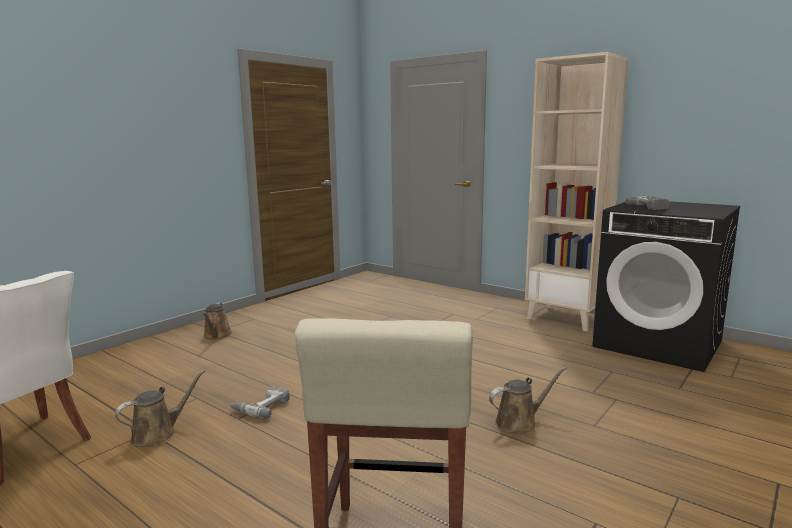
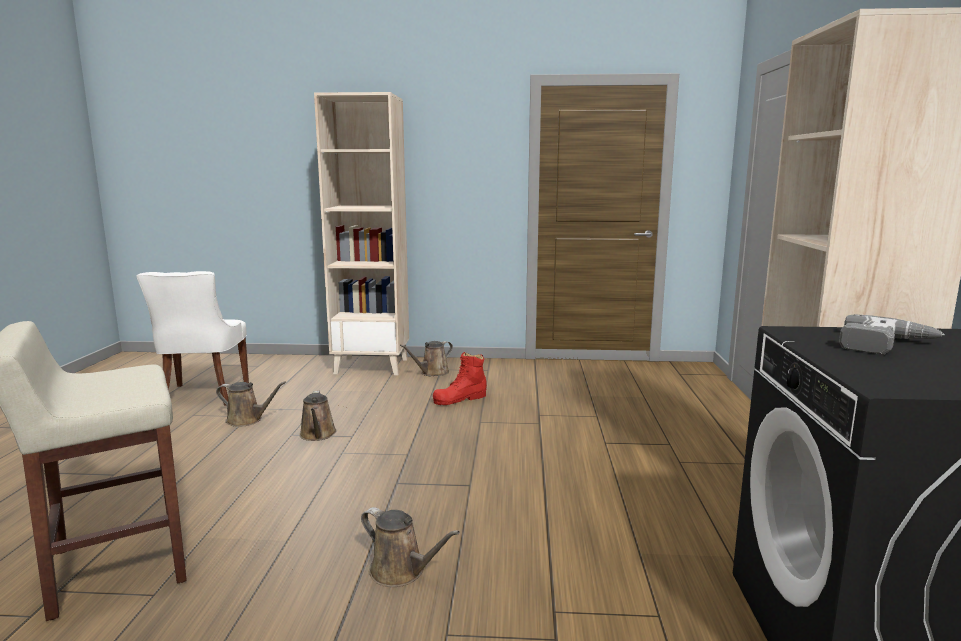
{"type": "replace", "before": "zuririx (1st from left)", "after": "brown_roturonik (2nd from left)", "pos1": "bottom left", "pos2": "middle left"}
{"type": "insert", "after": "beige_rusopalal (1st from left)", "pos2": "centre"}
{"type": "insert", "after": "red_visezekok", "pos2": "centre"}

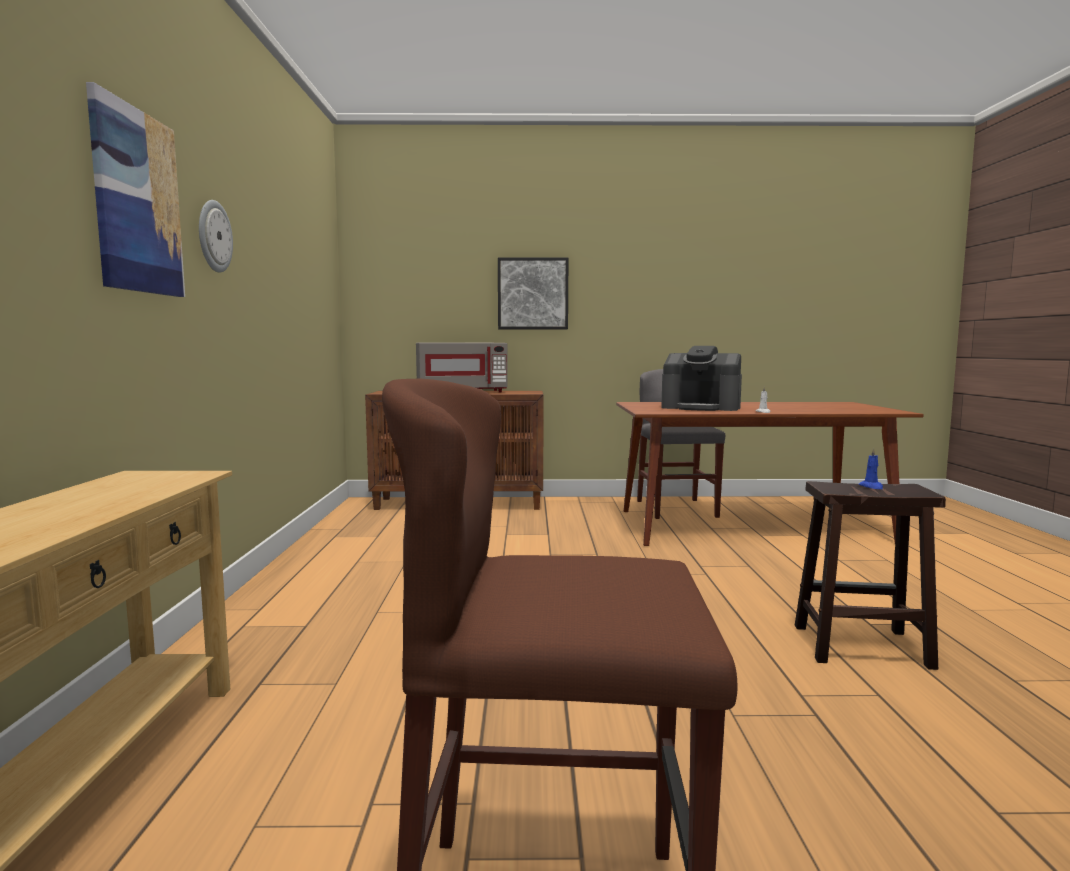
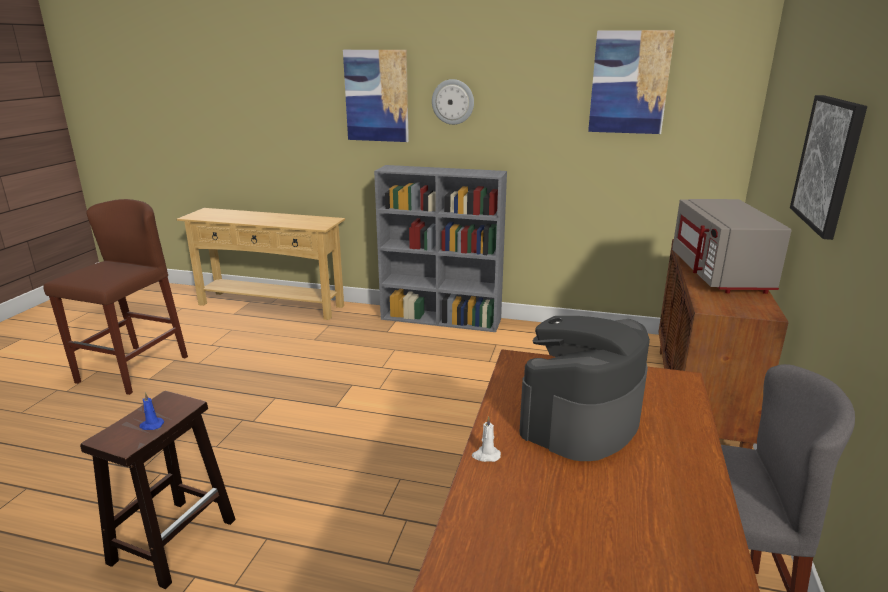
{"type": "insert", "after": "grey_rusopalal", "pos2": "centre"}
{"type": "insert", "after": "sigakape (2nd from left)", "pos2": "top right"}

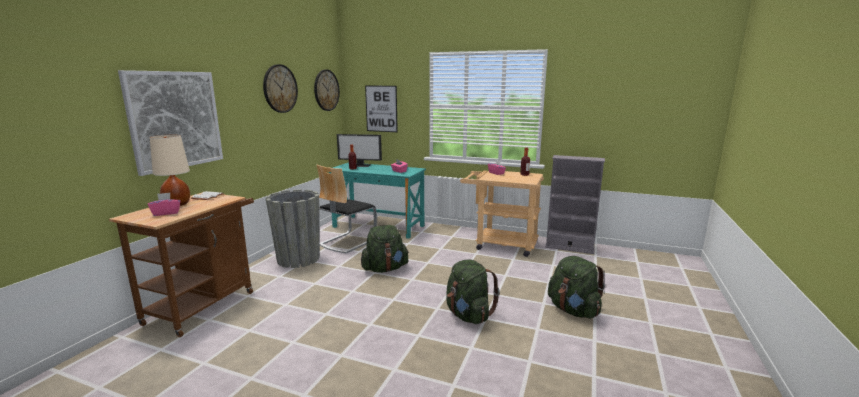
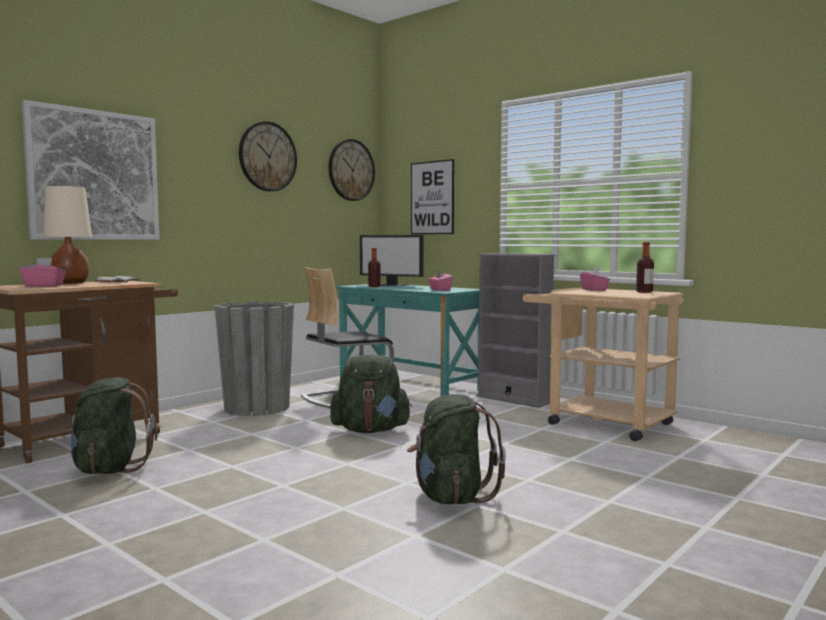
{"type": "move", "before": "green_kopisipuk (3rd from left in the first image)", "after": "green_kopisipuk (1st from left)", "pos1": "bottom right", "pos2": "bottom left"}
{"type": "move", "before": "grey_rusopalal", "pos1": "middle right", "pos2": "centre"}

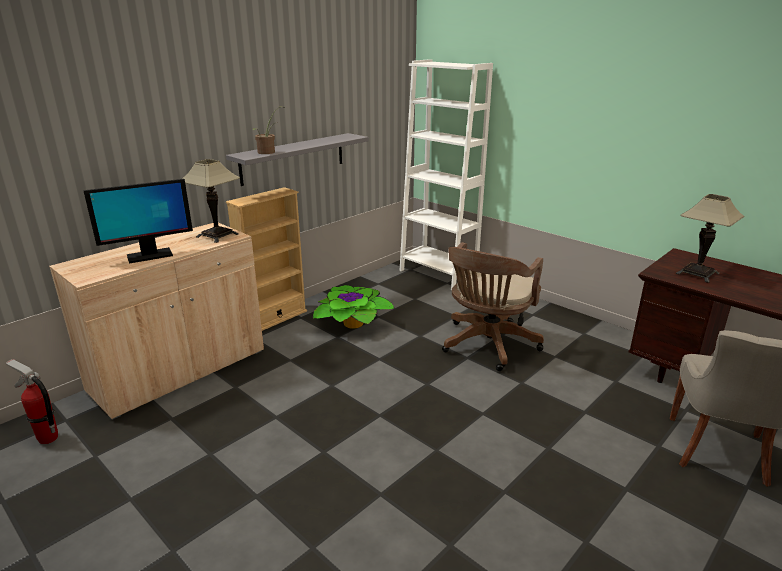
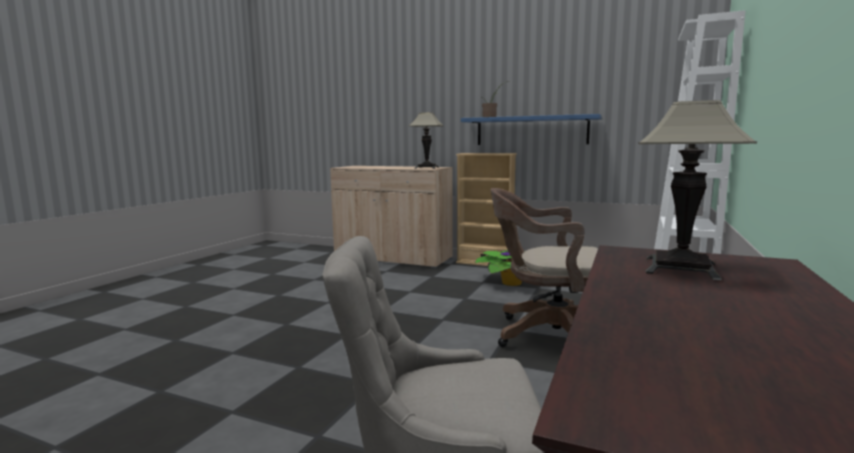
{"type": "recolor", "before": "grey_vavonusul", "after": "blue_vavonusul", "pos1": "top centre", "pos2": "top centre"}
{"type": "delete", "before": "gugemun", "pos1": "bottom left"}
{"type": "delete", "before": "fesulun", "pos1": "middle left"}

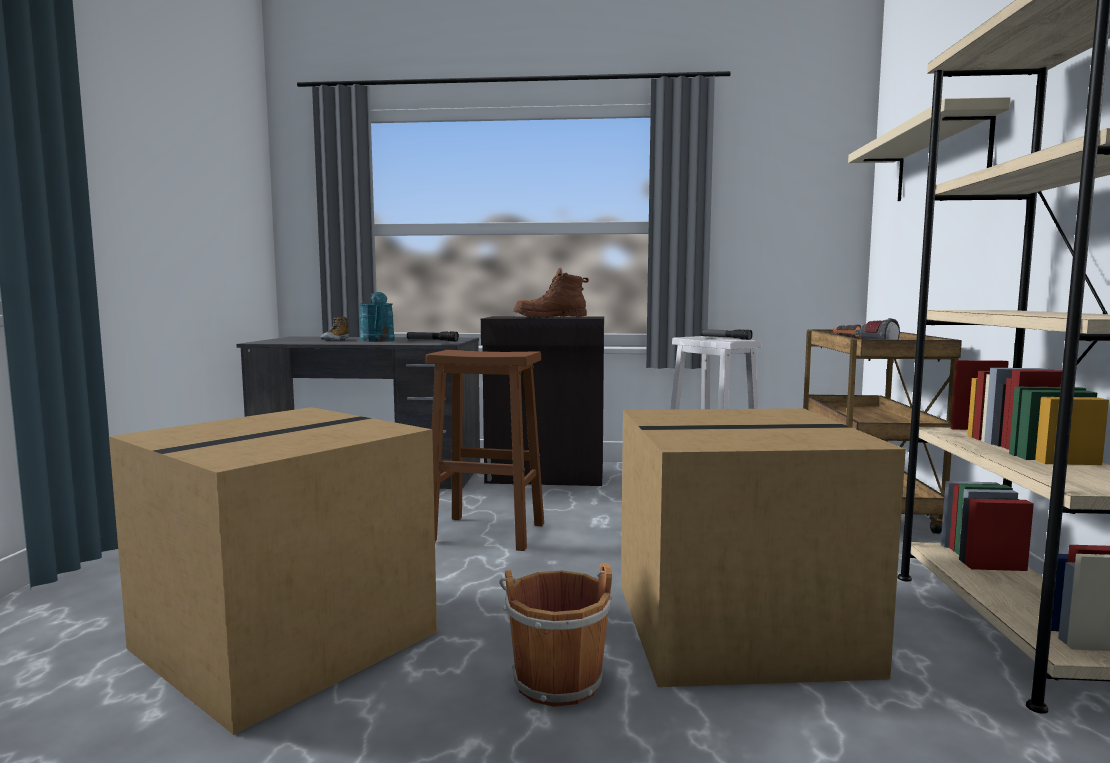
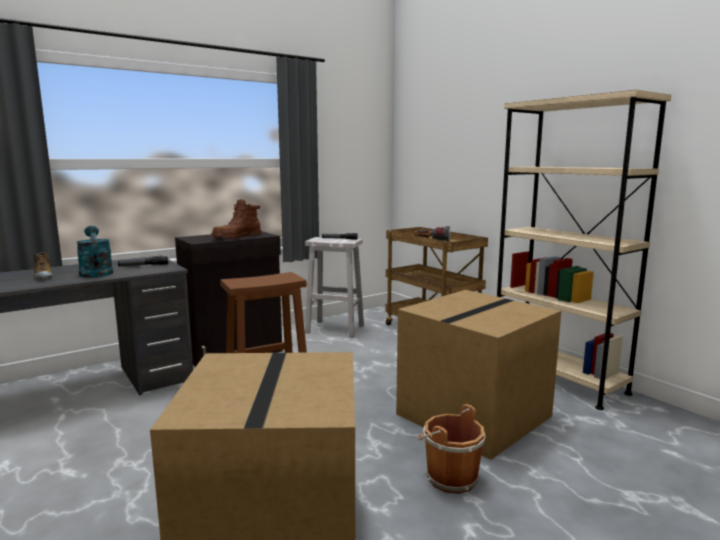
{"type": "rotate", "before": "turquoise_roturonik", "pos1": "centre", "pos2": "middle left", "turn": -150}
{"type": "delete", "before": "beige_vavonusul", "pos1": "top right"}

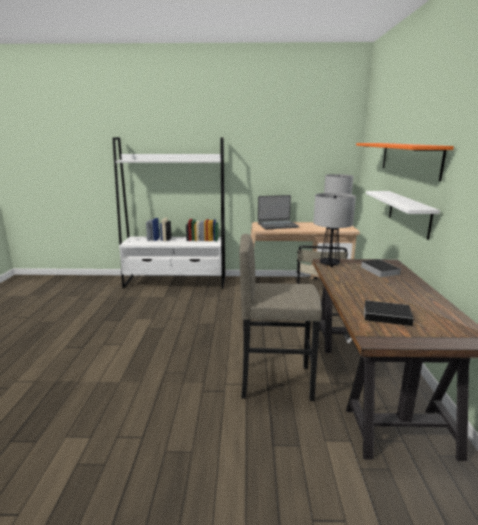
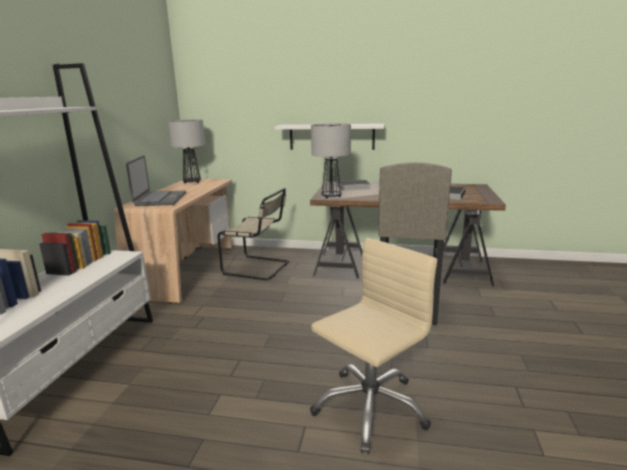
{"type": "insert", "after": "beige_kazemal", "pos2": "bottom centre"}
{"type": "delete", "before": "orange_vavonusul", "pos1": "top right"}

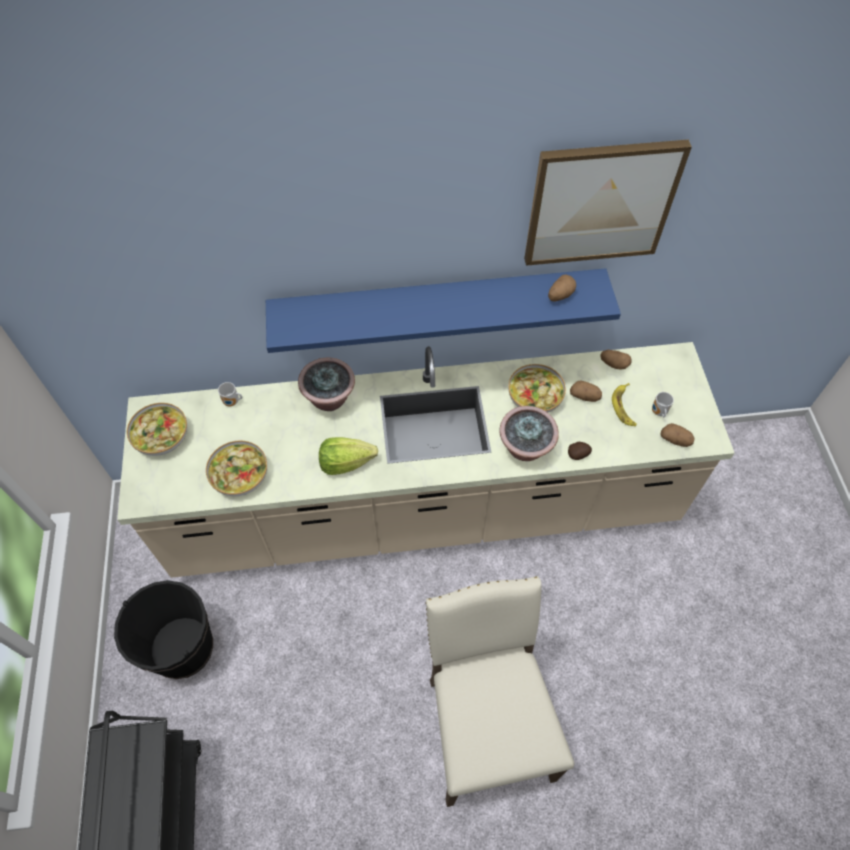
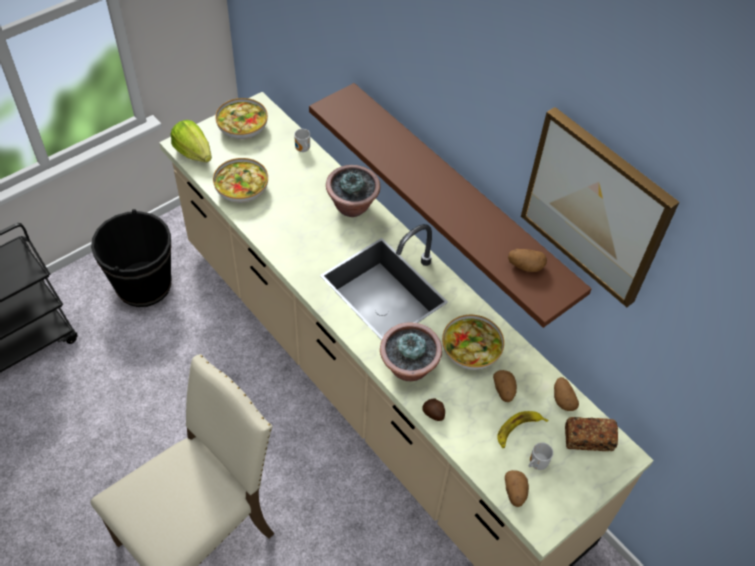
{"type": "move", "before": "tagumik", "pos1": "centre", "pos2": "top left"}
{"type": "recolor", "before": "blue_vavonusul", "after": "brown_vavonusul", "pos1": "centre", "pos2": "centre"}
{"type": "insert", "after": "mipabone", "pos2": "bottom right"}

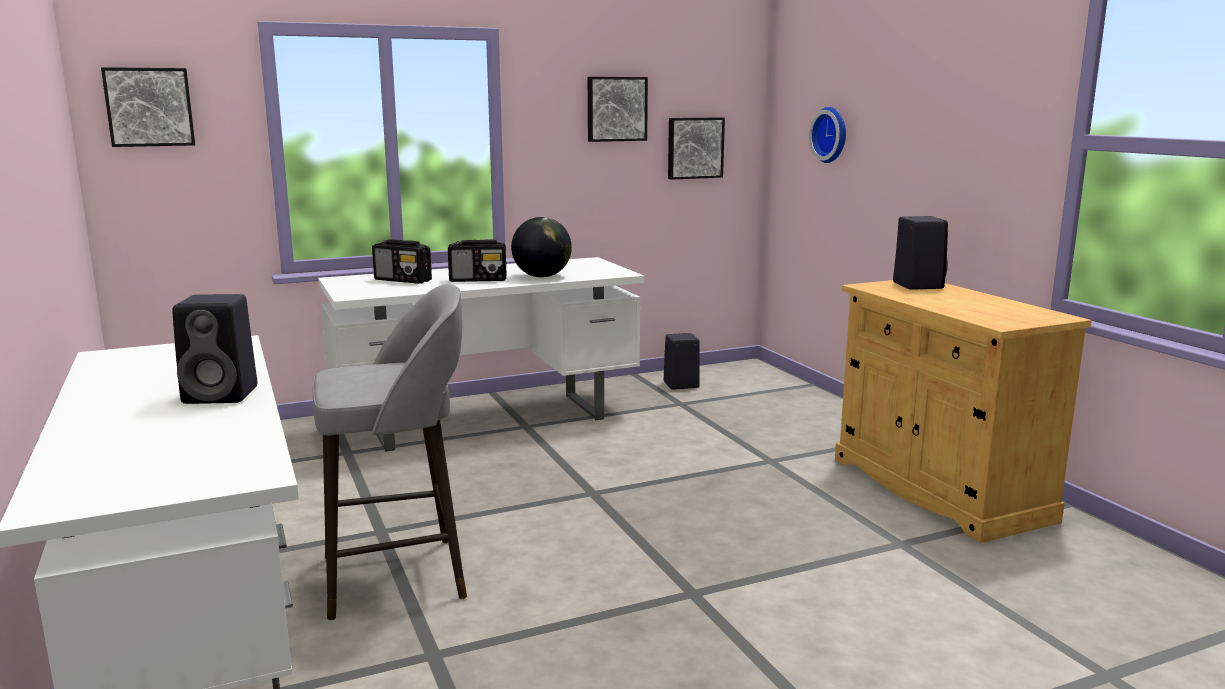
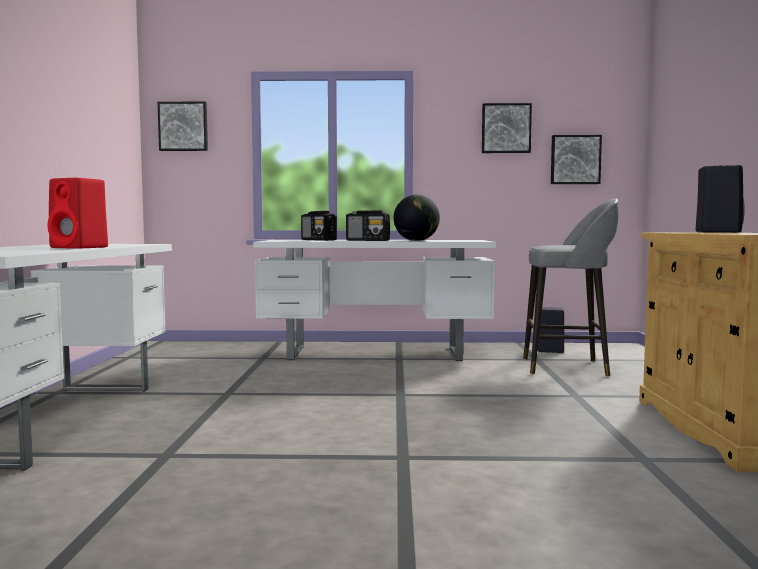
{"type": "recolor", "before": "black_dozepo (1st from left)", "after": "red_dozepo", "pos1": "middle left", "pos2": "middle left"}
{"type": "move", "before": "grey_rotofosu", "pos1": "middle left", "pos2": "middle right"}
{"type": "delete", "before": "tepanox", "pos1": "top right"}

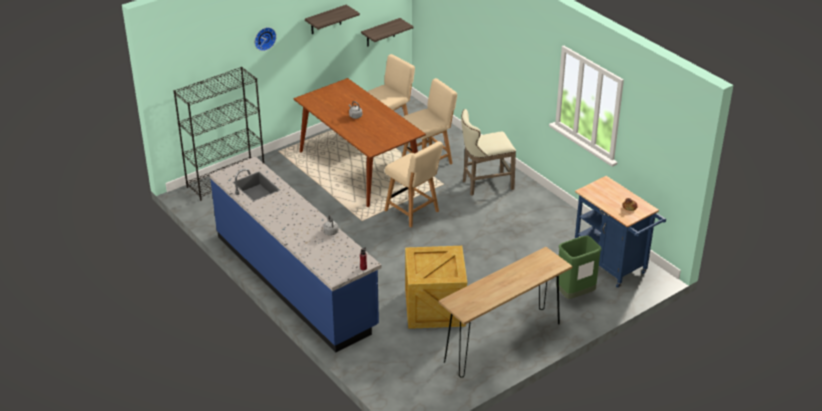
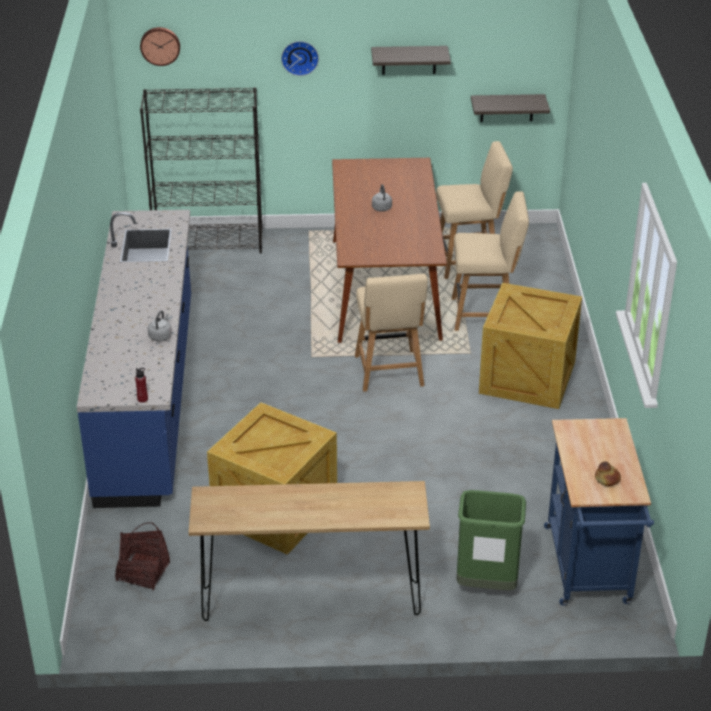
{"type": "insert", "after": "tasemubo", "pos2": "bottom left"}
{"type": "insert", "after": "tepanox (1st from left)", "pos2": "top left"}
{"type": "replace", "before": "beige_rotofosu", "after": "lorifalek (2nd from left)", "pos1": "centre", "pos2": "middle right"}

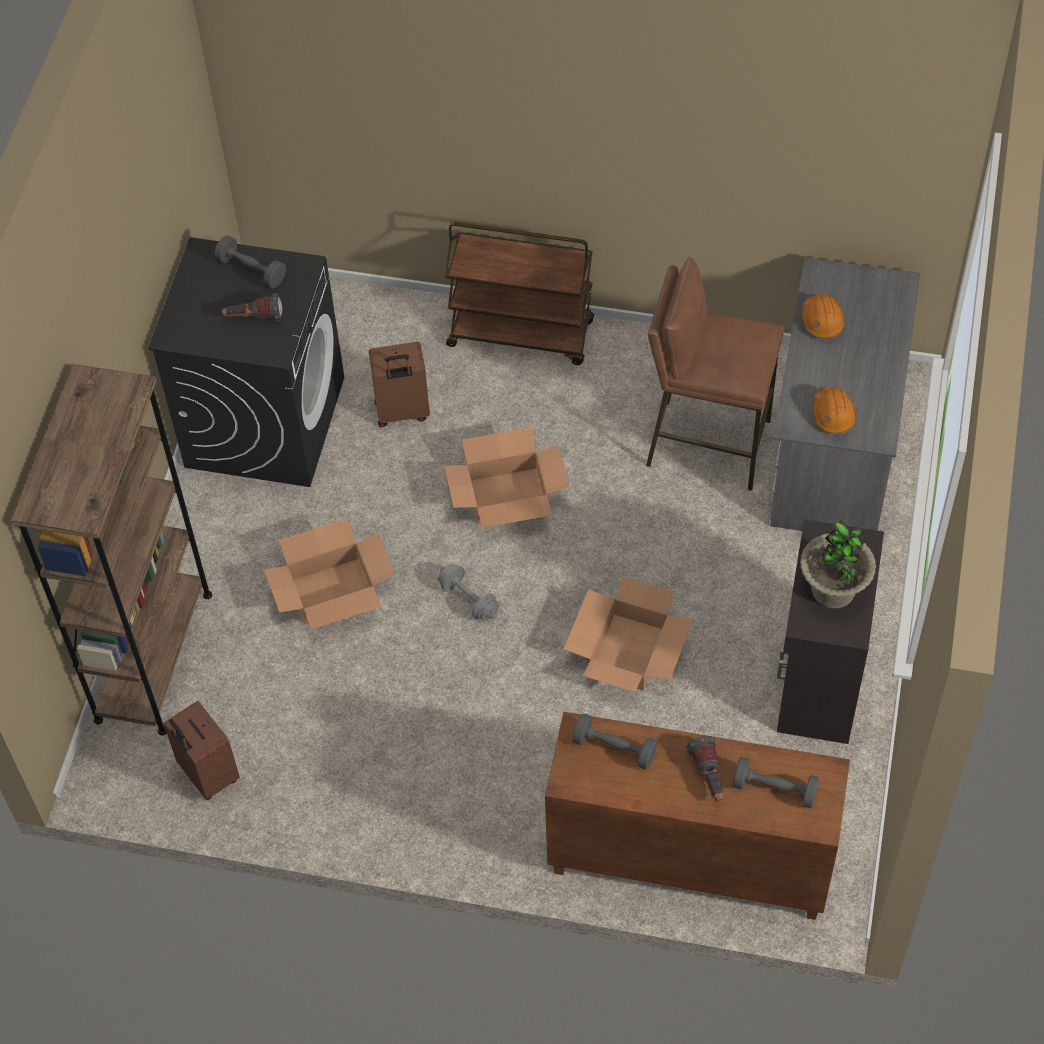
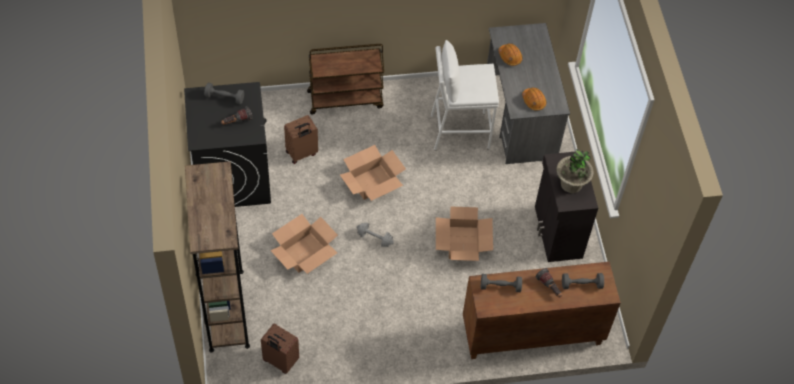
{"type": "recolor", "before": "brown_rotofosu", "after": "white_rotofosu", "pos1": "middle right", "pos2": "top centre"}

